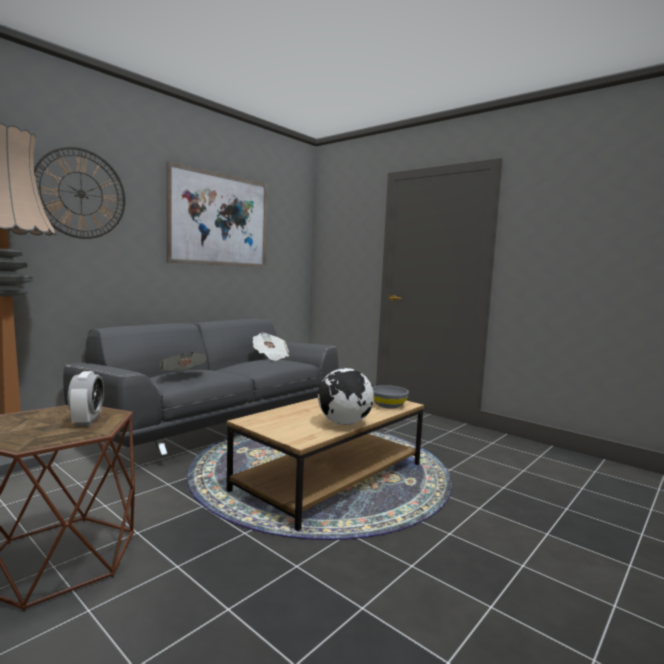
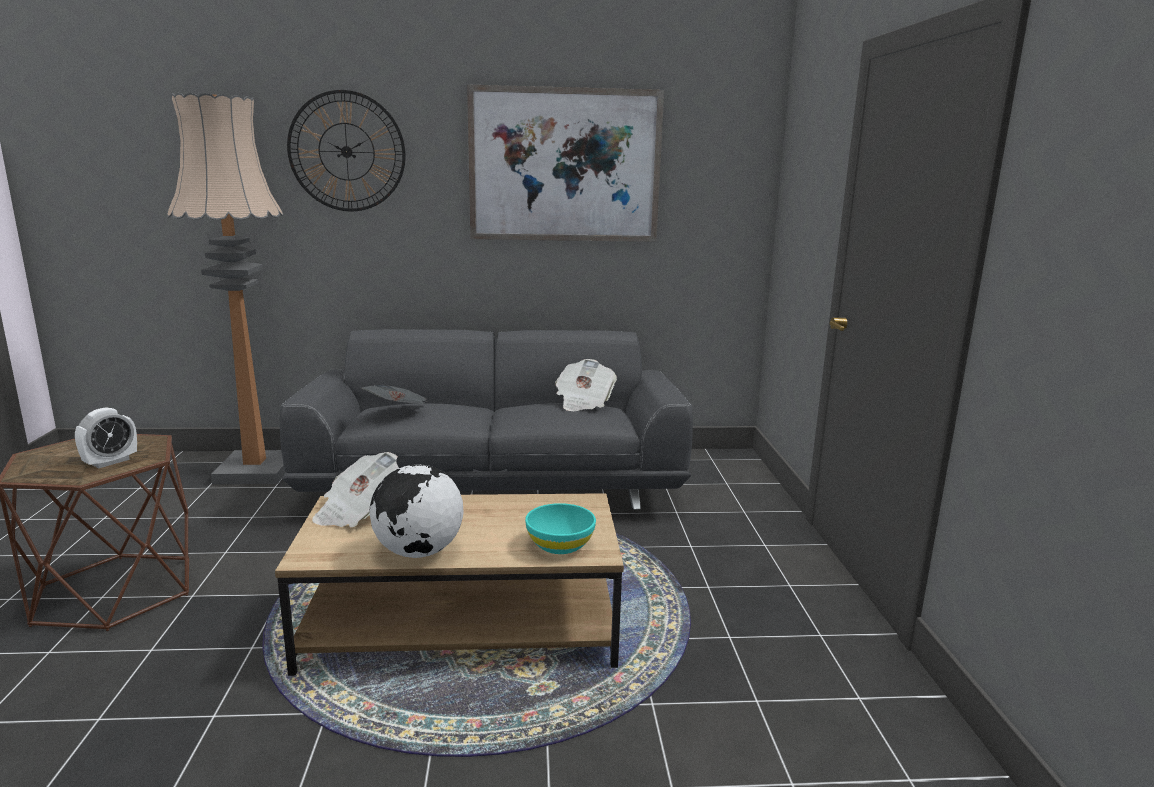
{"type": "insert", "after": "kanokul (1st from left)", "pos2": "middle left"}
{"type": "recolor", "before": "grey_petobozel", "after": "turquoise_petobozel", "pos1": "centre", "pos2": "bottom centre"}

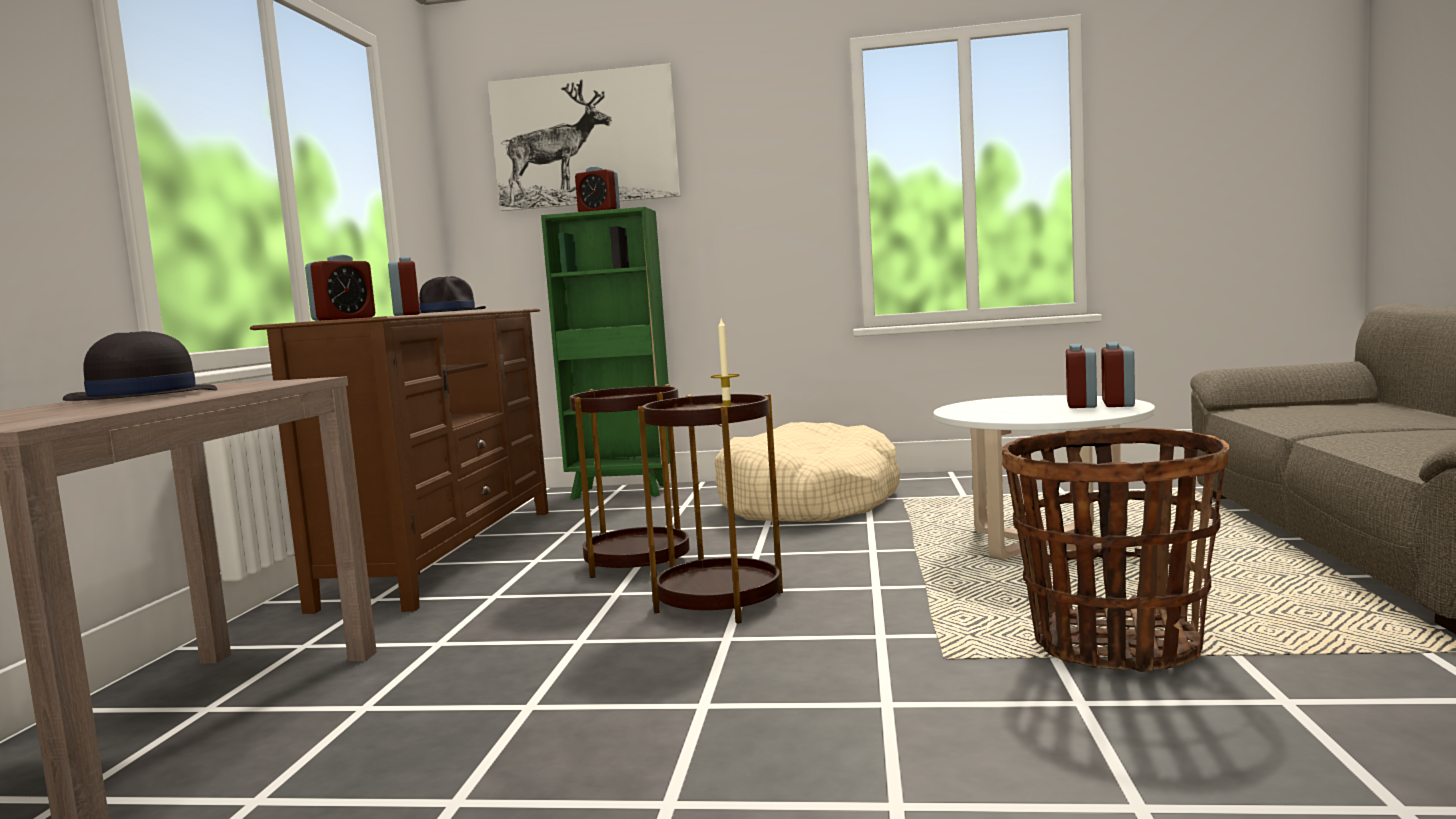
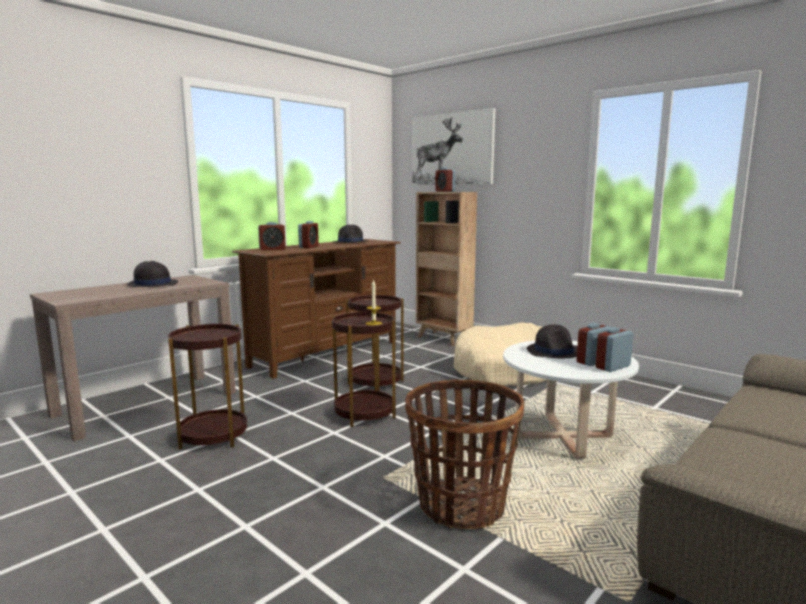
{"type": "insert", "after": "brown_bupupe (1st from left)", "pos2": "middle left"}
{"type": "recolor", "before": "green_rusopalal", "after": "brown_rusopalal", "pos1": "centre", "pos2": "centre"}
{"type": "insert", "after": "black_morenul (3rd from left)", "pos2": "middle right"}

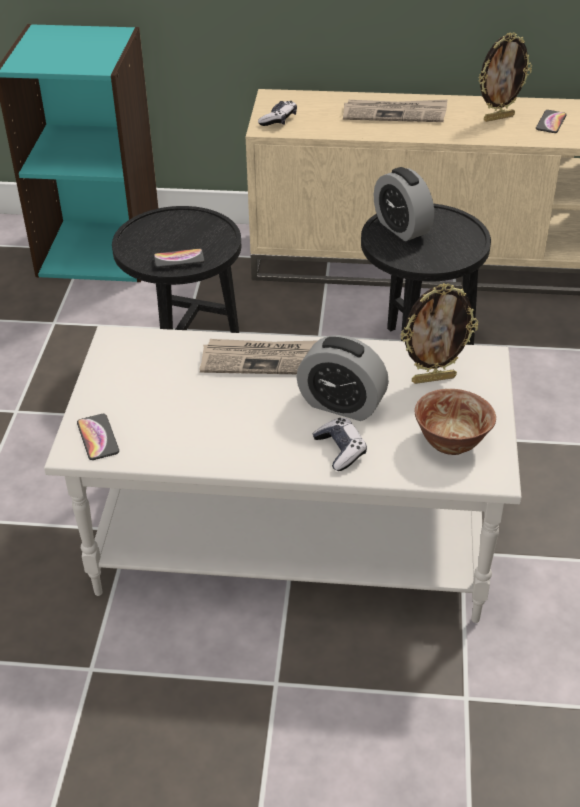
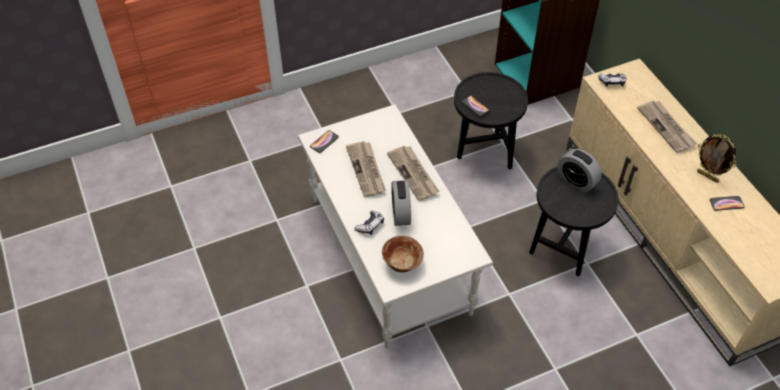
{"type": "insert", "after": "kanokul (1st from left)", "pos2": "centre"}
{"type": "rotate", "before": "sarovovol (2nd from left)", "pos1": "top right", "pos2": "middle right", "turn": -75}
{"type": "delete", "before": "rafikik (1st from left)", "pos1": "middle right"}

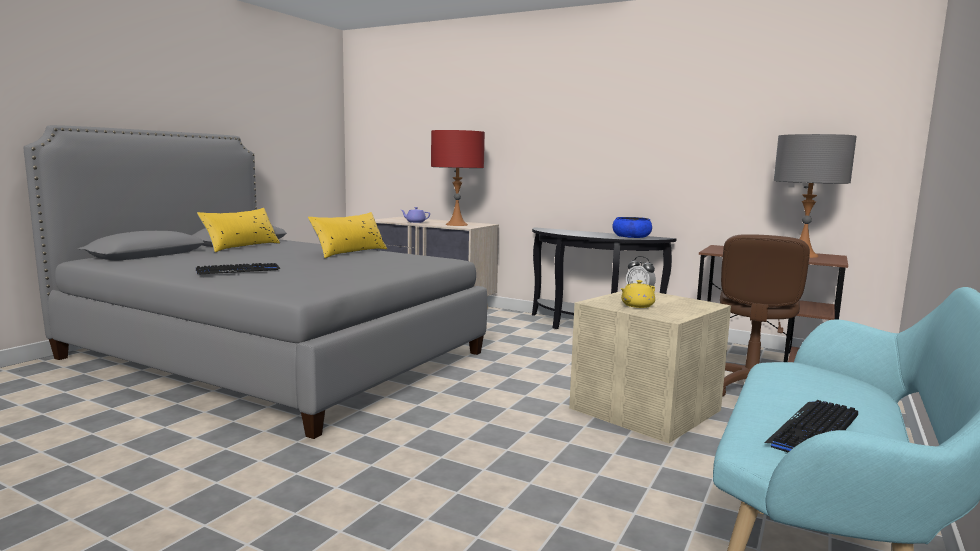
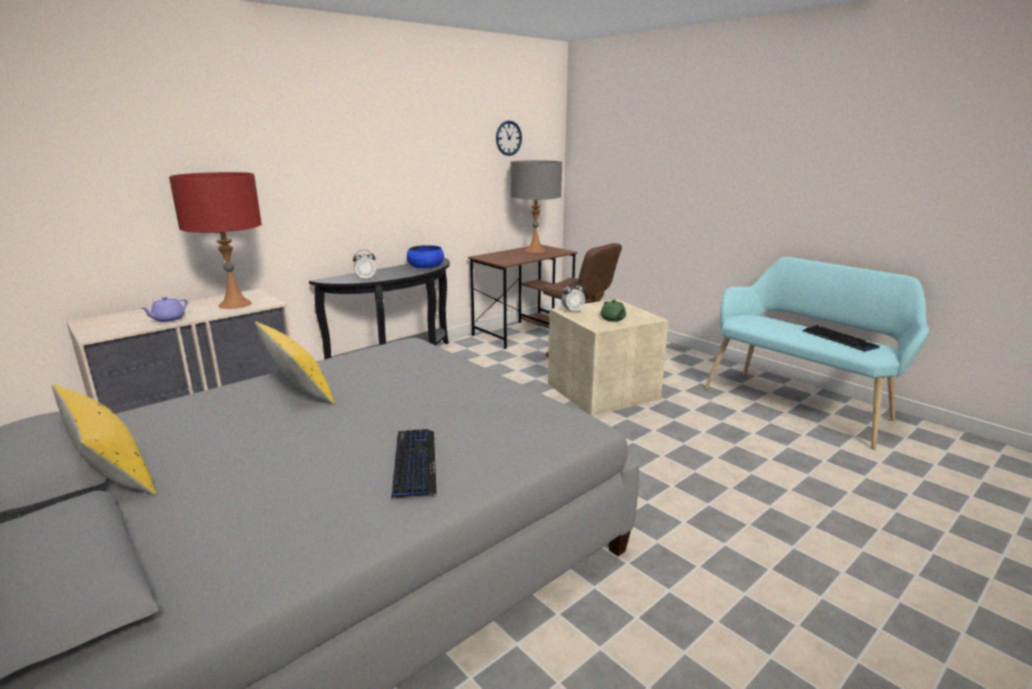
{"type": "insert", "after": "sarovovol (1st from left)", "pos2": "centre"}
{"type": "insert", "after": "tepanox", "pos2": "top centre"}
{"type": "recolor", "before": "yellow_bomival", "after": "green_bomival", "pos1": "centre", "pos2": "centre"}

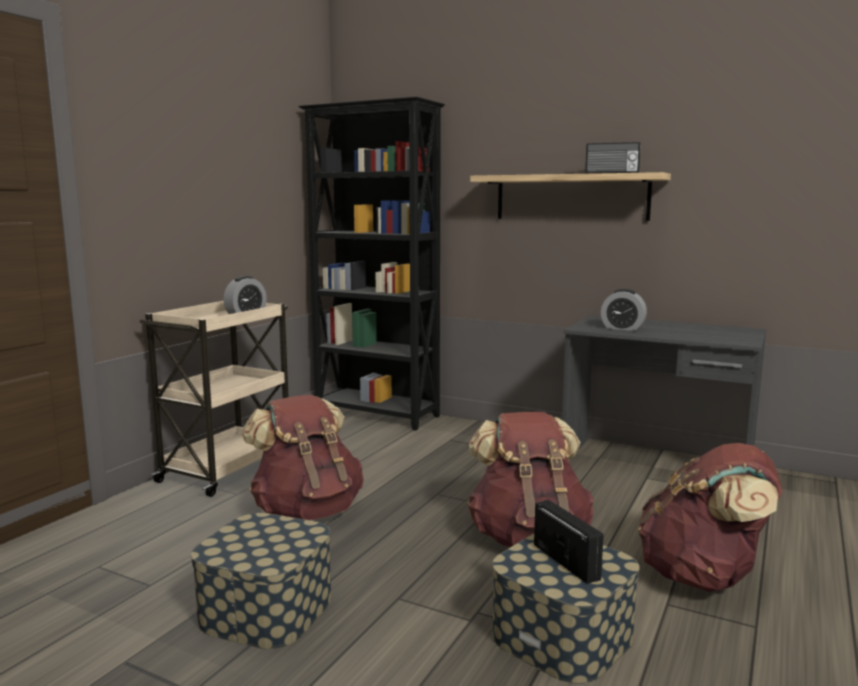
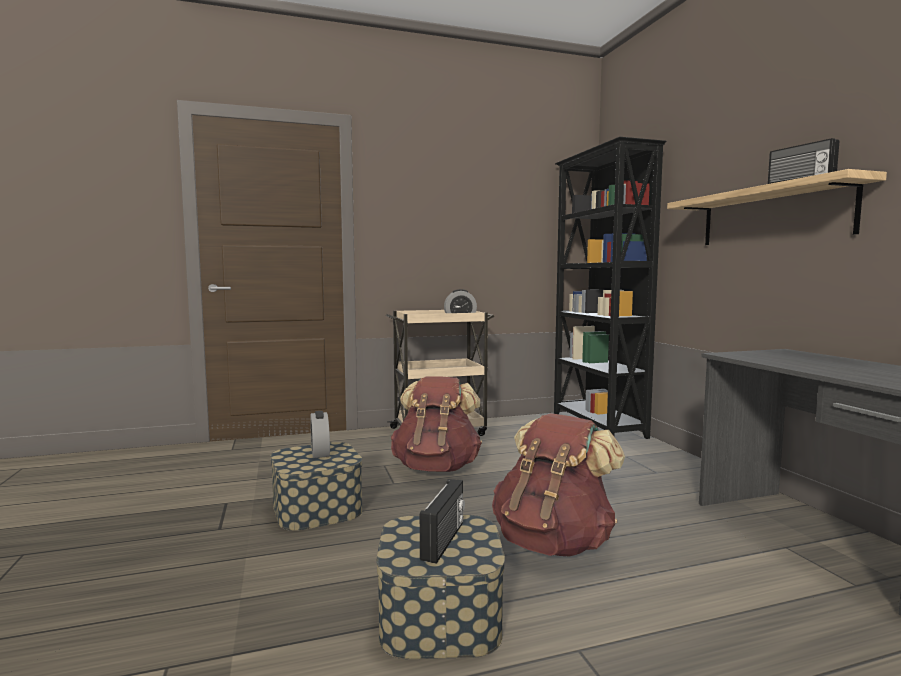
{"type": "move", "before": "sarovovol (2nd from left in the first image)", "after": "sarovovol (1st from left)", "pos1": "middle right", "pos2": "centre"}
{"type": "delete", "before": "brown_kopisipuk (3rd from left)", "pos1": "bottom right"}

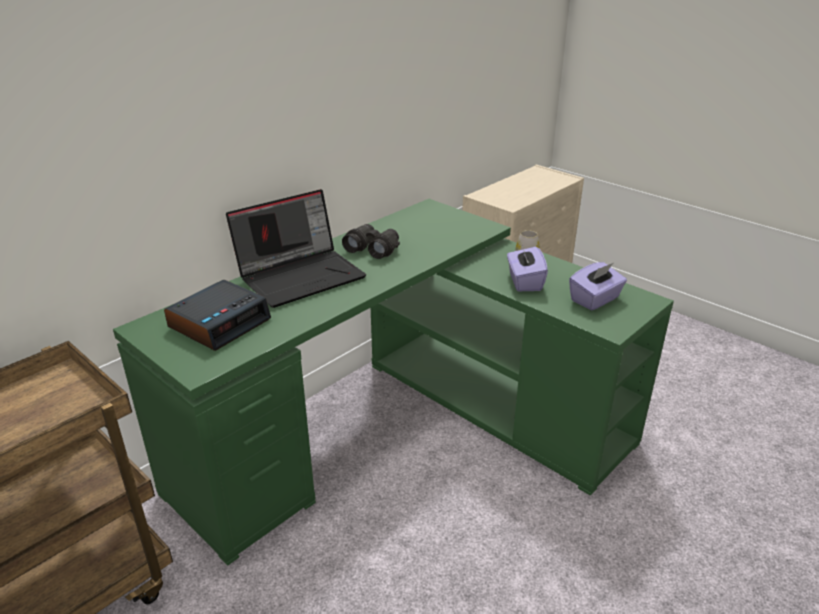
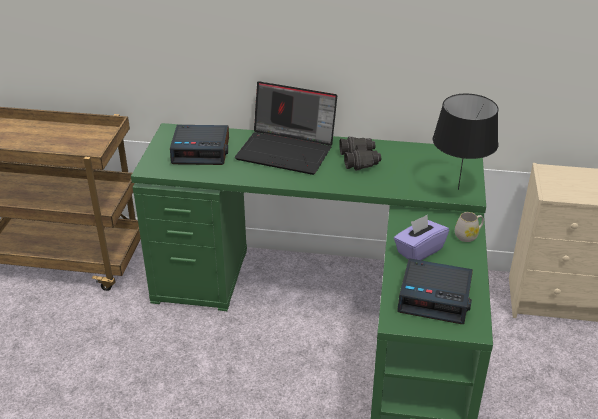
{"type": "replace", "before": "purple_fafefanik (2nd from left)", "after": "sarovovol (2nd from left)", "pos1": "middle right", "pos2": "bottom right"}
{"type": "insert", "after": "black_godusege", "pos2": "middle right"}

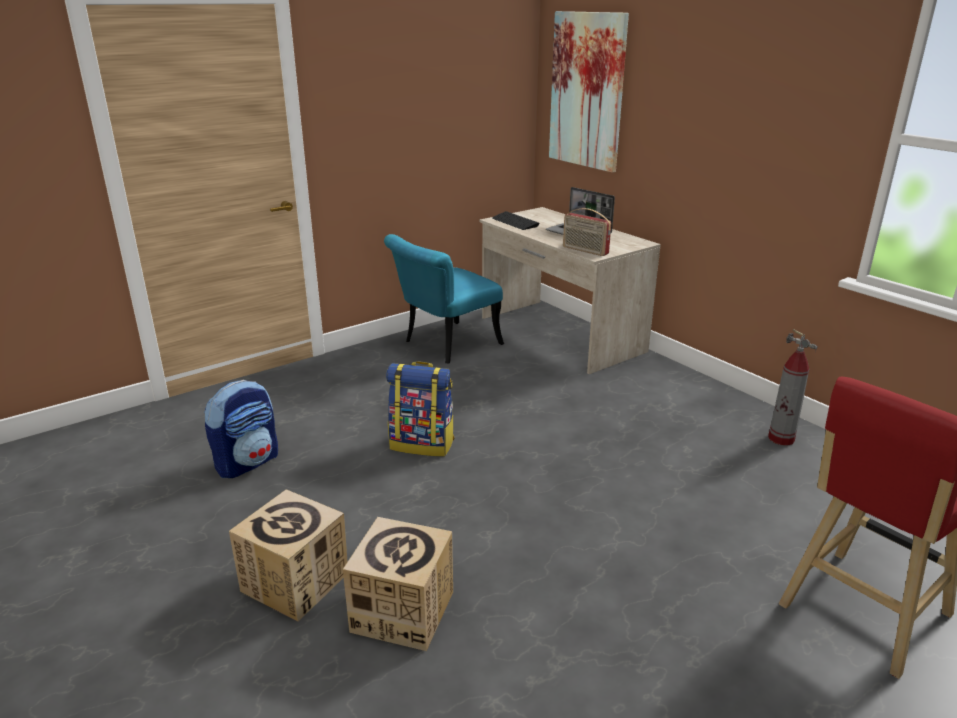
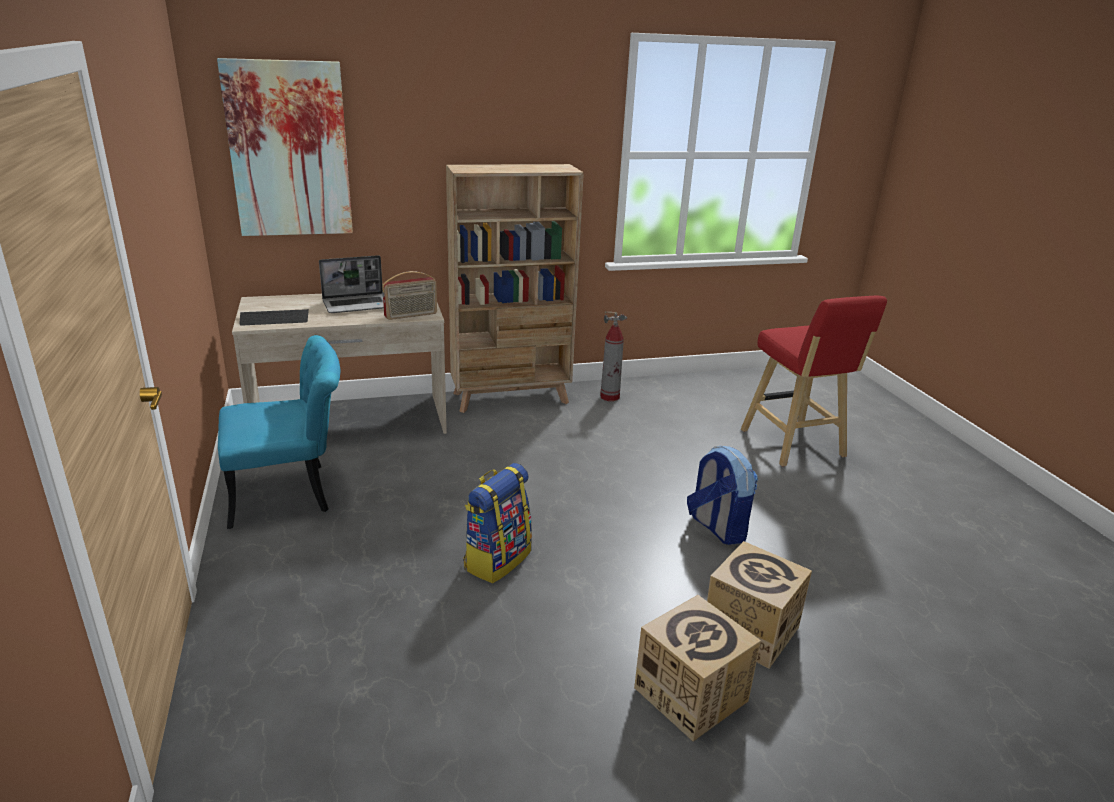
{"type": "rotate", "before": "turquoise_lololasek", "pos1": "centre", "pos2": "middle left", "turn": -90}
{"type": "insert", "after": "beige_rusopalal", "pos2": "centre"}
{"type": "move", "before": "kopisipuk (1st from left in the first image)", "after": "kopisipuk (2nd from left)", "pos1": "middle left", "pos2": "centre"}

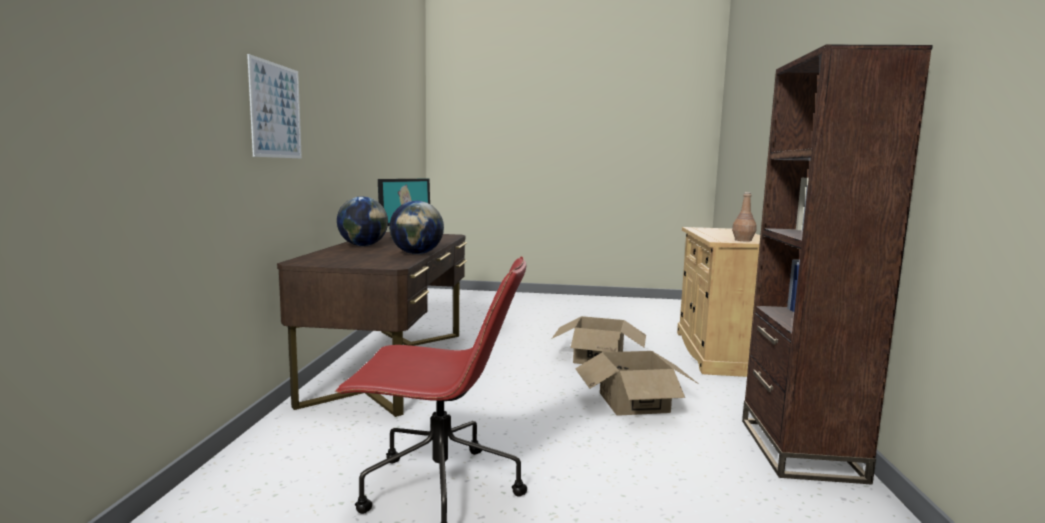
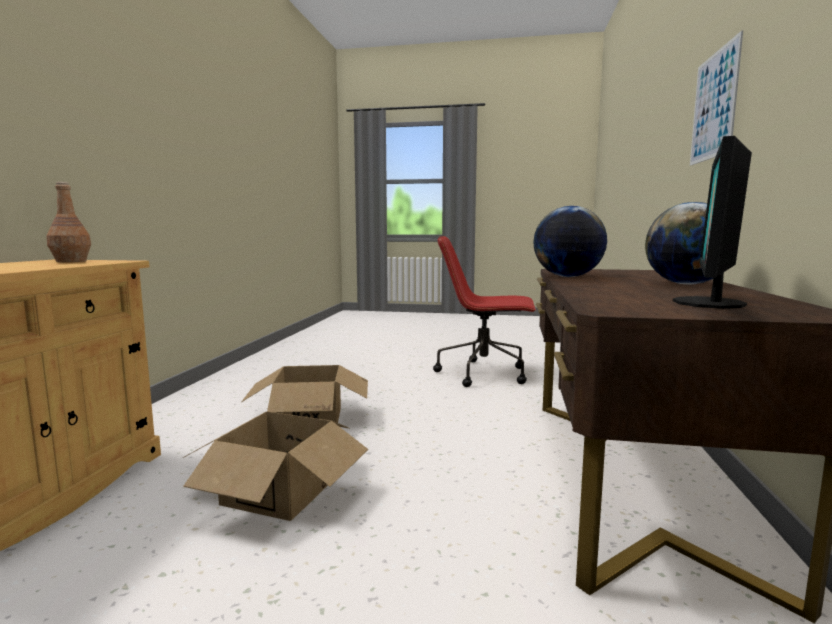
{"type": "delete", "before": "brown_rusopalal", "pos1": "middle right"}

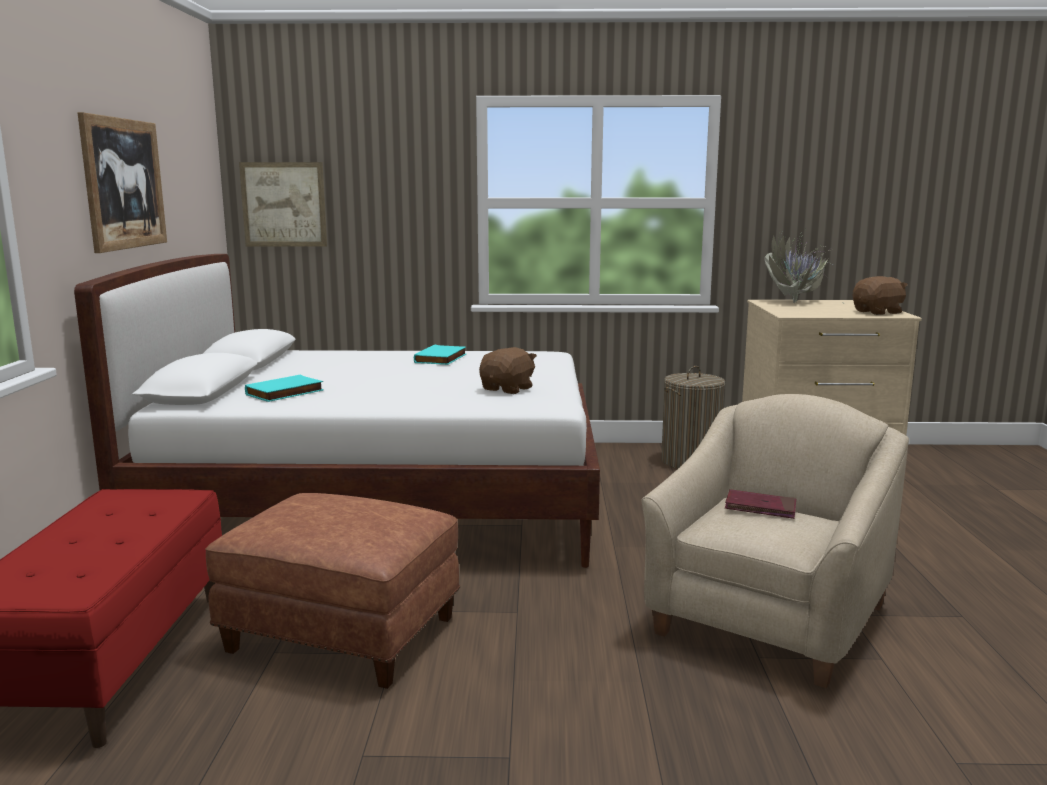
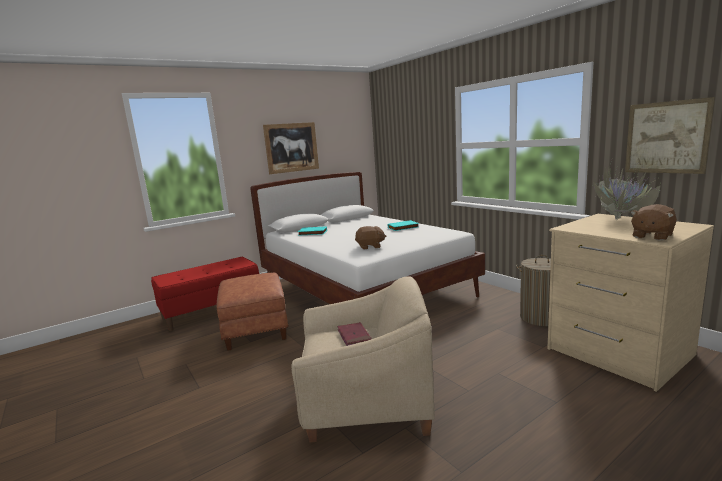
{"type": "move", "before": "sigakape (2nd from left)", "pos1": "top left", "pos2": "top right"}
{"type": "rotate", "before": "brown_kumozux (2nd from left)", "pos1": "middle right", "pos2": "middle right", "turn": 105}

